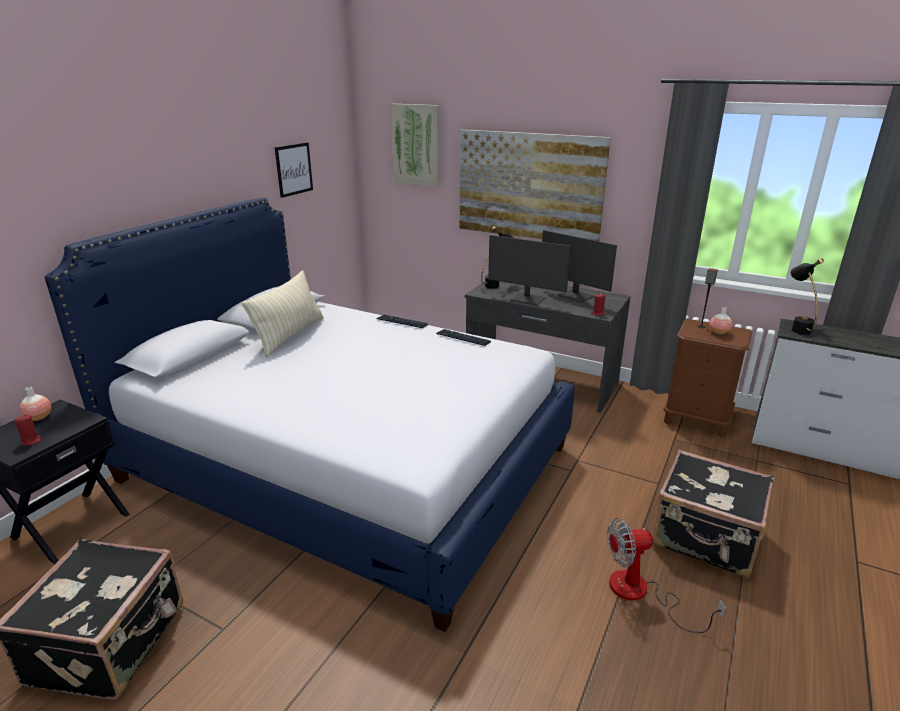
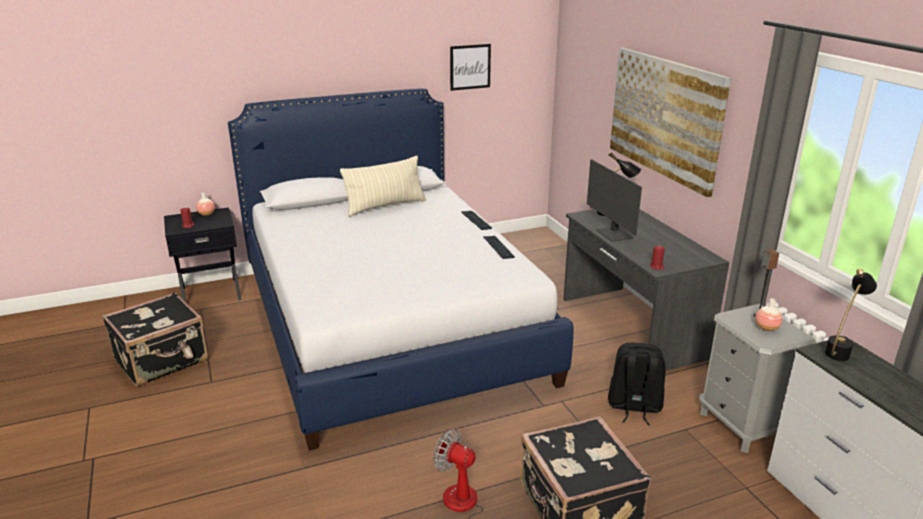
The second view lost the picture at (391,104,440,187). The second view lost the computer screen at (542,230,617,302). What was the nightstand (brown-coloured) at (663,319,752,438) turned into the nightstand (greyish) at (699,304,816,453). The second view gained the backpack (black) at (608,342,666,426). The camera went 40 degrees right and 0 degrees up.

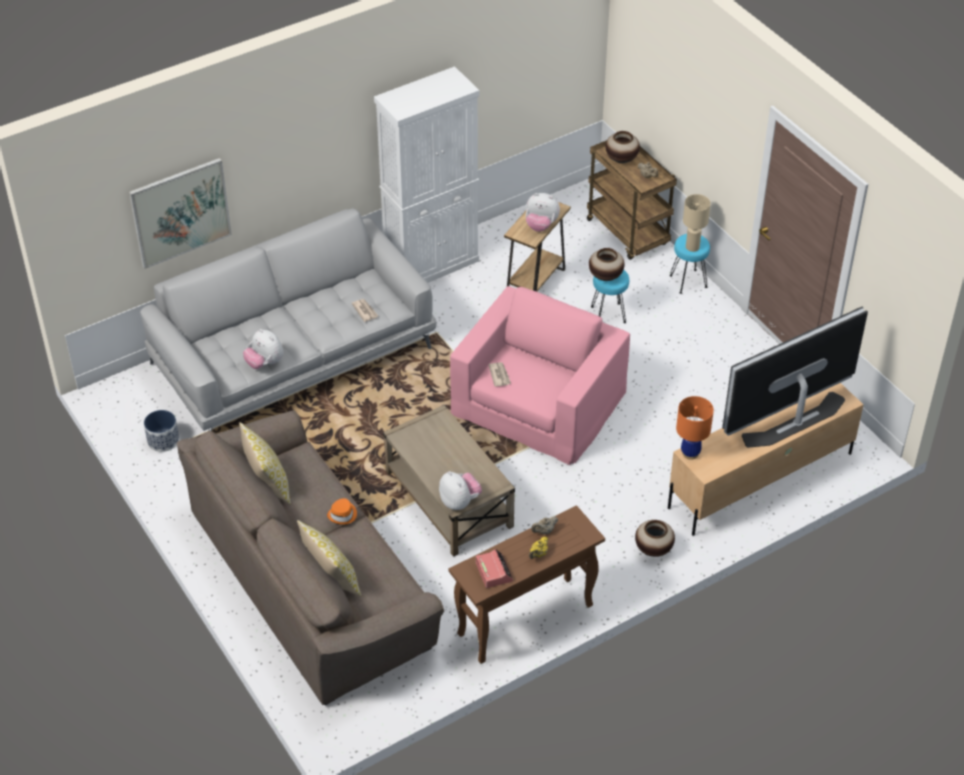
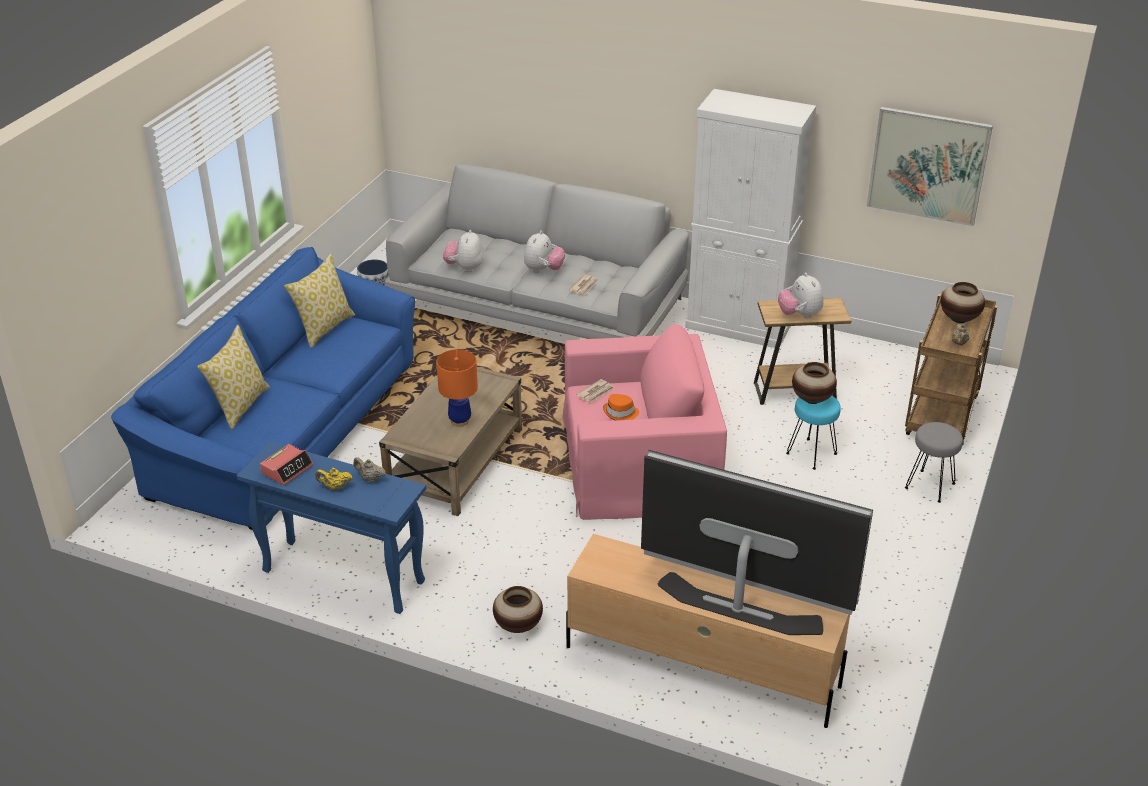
The picture ended up elsewhere, having gone from (129,158,232,269) to (867,107,993,226). What was the couch (brown-coloured) at (177,410,444,705) turned into the couch (bluish) at (111,247,415,530). The wearable hat (orange) ended up elsewhere, having gone from (327,498,357,525) to (603,394,639,421). The soft toy ended up elsewhere, having gone from (439,471,482,510) to (524,231,565,273). What was the narrow table (brown-coloured) at (449,505,605,664) turned into the narrow table (bluish) at (237,441,426,614). What was the sitting stool (turquoise-coloured) at (670,234,710,294) turned into the sitting stool (greyish) at (905,422,963,503). The lamp for a table (orange) ended up elsewhere, having gone from (676,396,714,460) to (436,349,478,427). The second view lost the lamp for a table (sand-coloured) at (683,194,711,252). The camera went 55 degrees right and 10 degrees down.

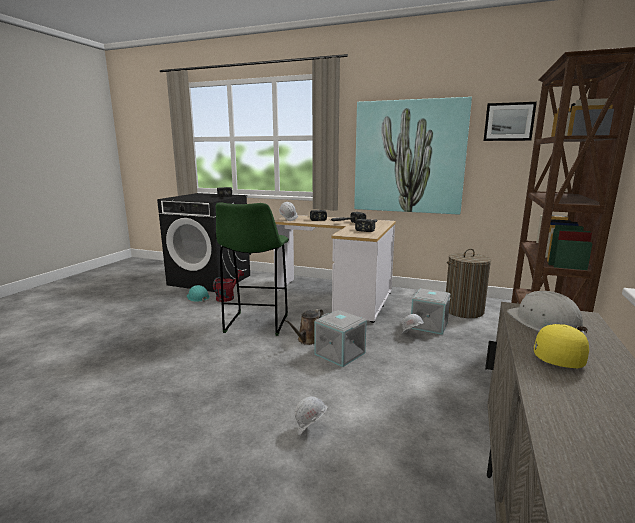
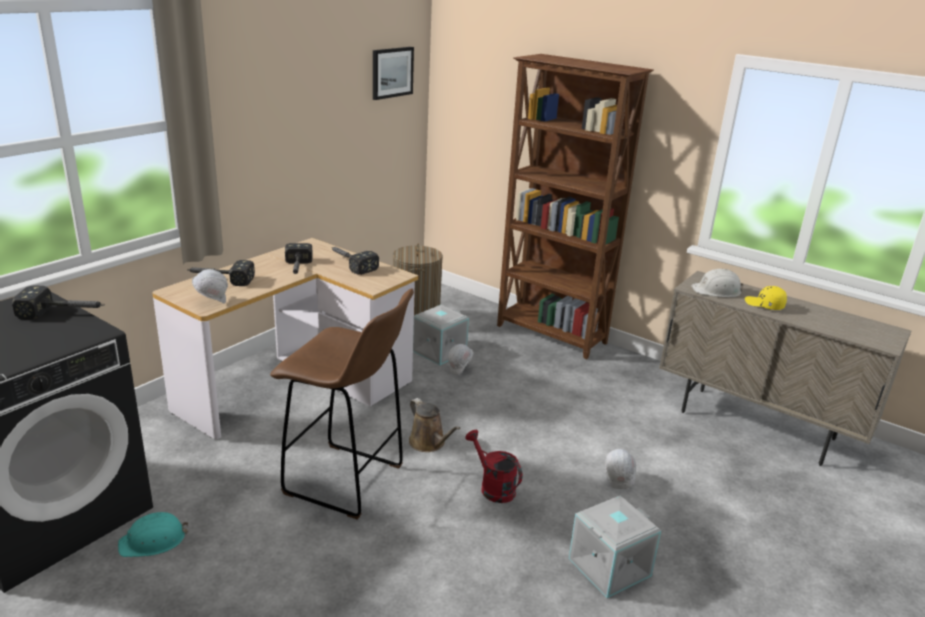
The watering can (red-coloured) ended up elsewhere, having gone from (213,270,244,302) to (465,430,523,503). What was the sitting stool (green) at (216,202,289,336) turned into the sitting stool (brown-coloured) at (270,289,414,520). The storage container (greyish) ended up elsewhere, having gone from (314,310,367,367) to (569,495,661,598). The second view lost the picture at (354,97,472,215). The camera went 75 degrees left and 10 degrees up.

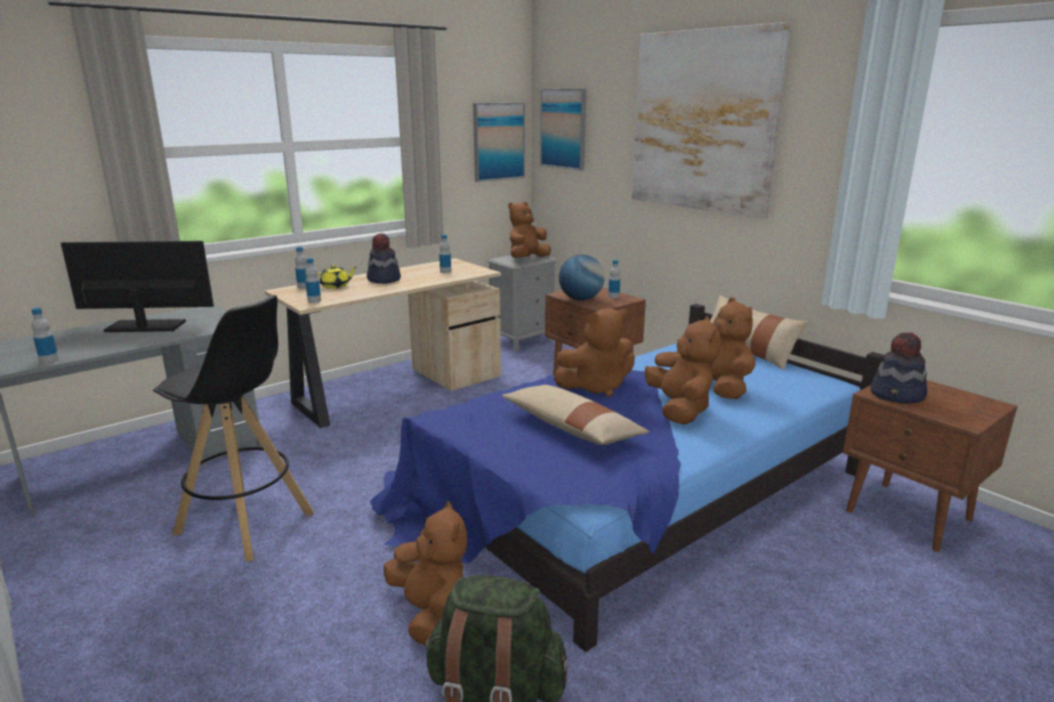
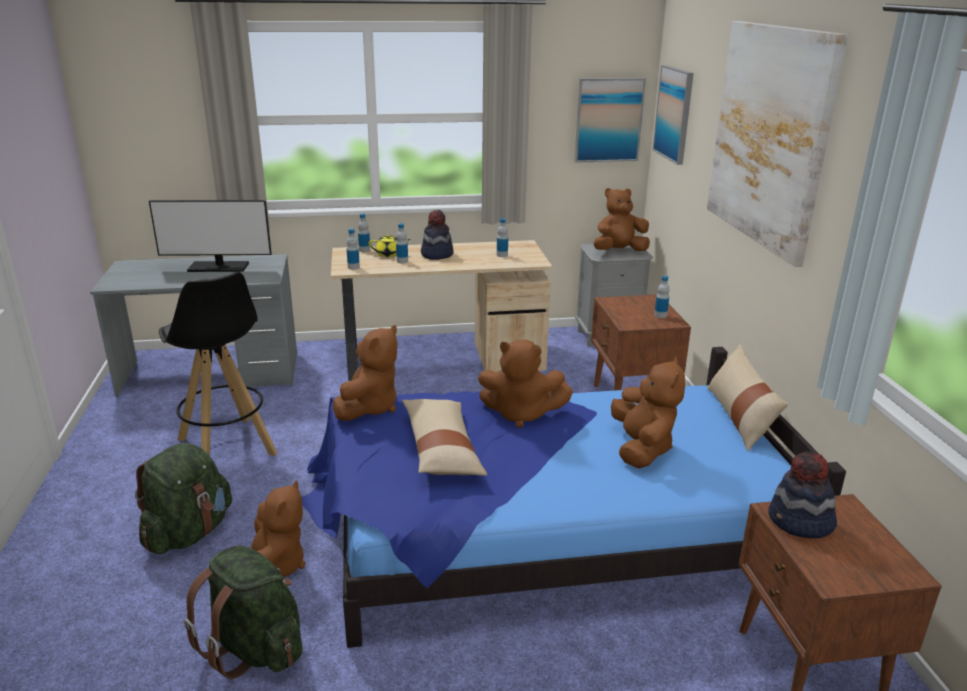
The bottle ended up elsewhere, having gone from (31,308,59,364) to (396,223,408,263). The computer screen at (61,241,214,332) ended up facing another way, 150 degrees clockwise from before. The second view lost the desk globe at (559,255,605,301). The soft toy (brown-coloured) ended up elsewhere, having gone from (644,316,721,425) to (333,325,397,420). The second view gained the backpack (green) at (135,443,232,554). The camera went 30 degrees right and 5 degrees up.

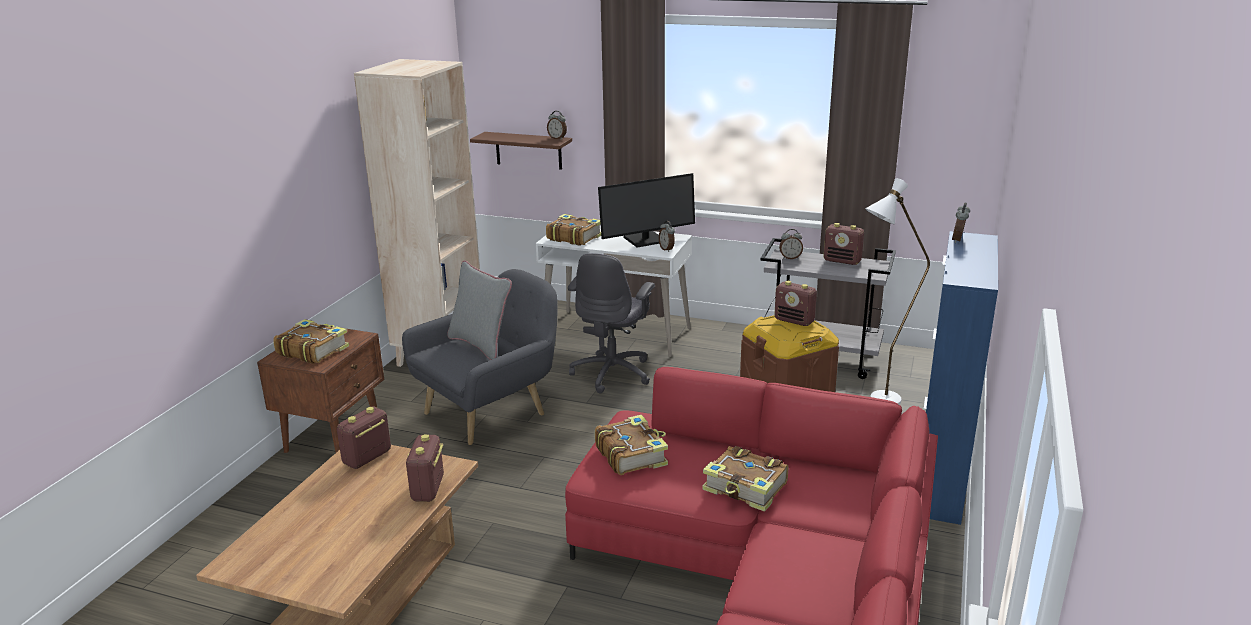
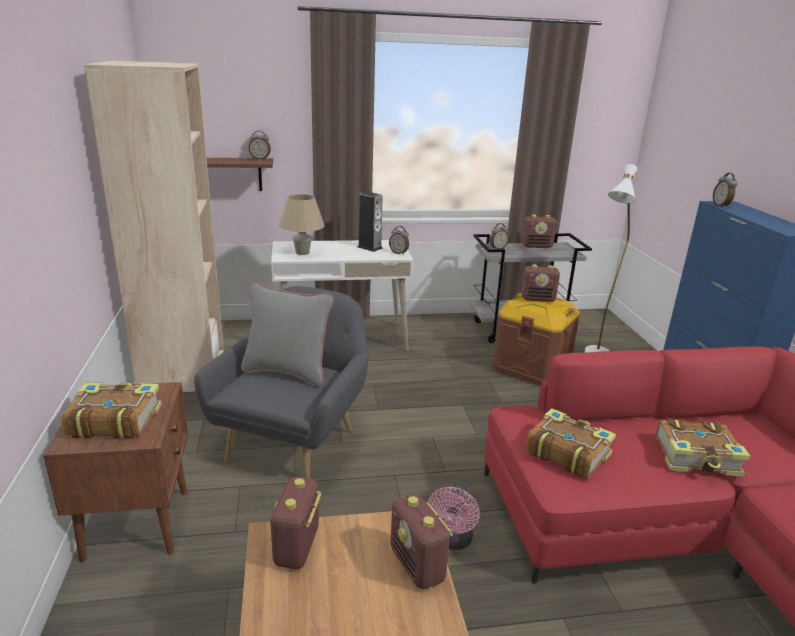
Where the bound book stood at (546,214,601,246), the lamp for a table (sand-coloured) came to stand at (279,194,325,255). The second view lost the computer chair (greyish) at (568,253,655,394). Where the computer screen stood at (598,173,695,248), the audio speaker came to stand at (358,191,383,252). The second view gained the electric fan (pink-coloured) at (428,482,480,550). The camera went 30 degrees left and 0 degrees up.

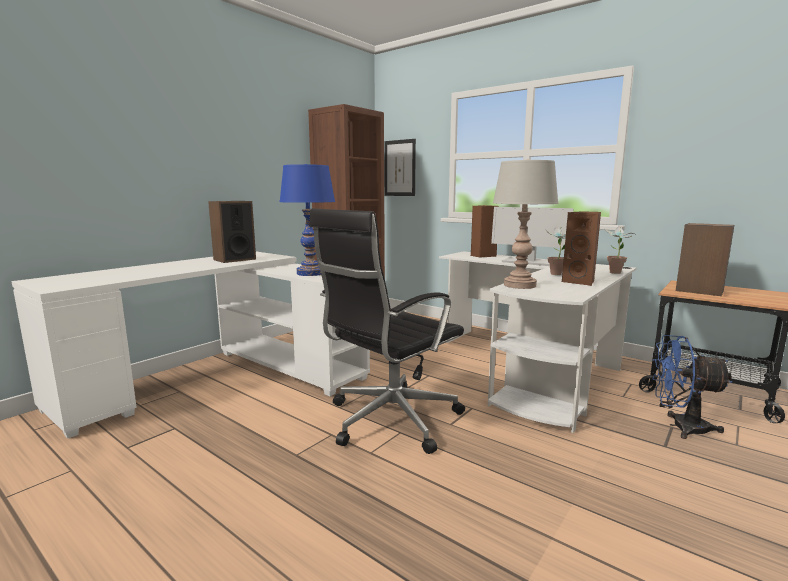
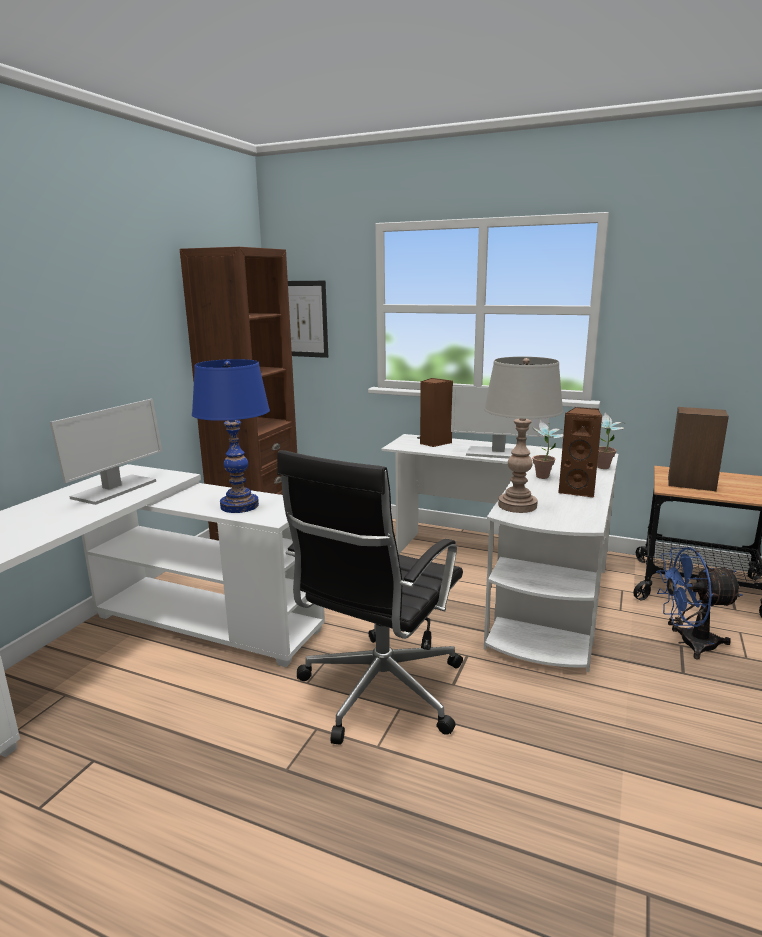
Where the audio speaker stood at (208,201,256,263), the computer screen came to stand at (50,399,163,505). The camera went 15 degrees left and 5 degrees up.

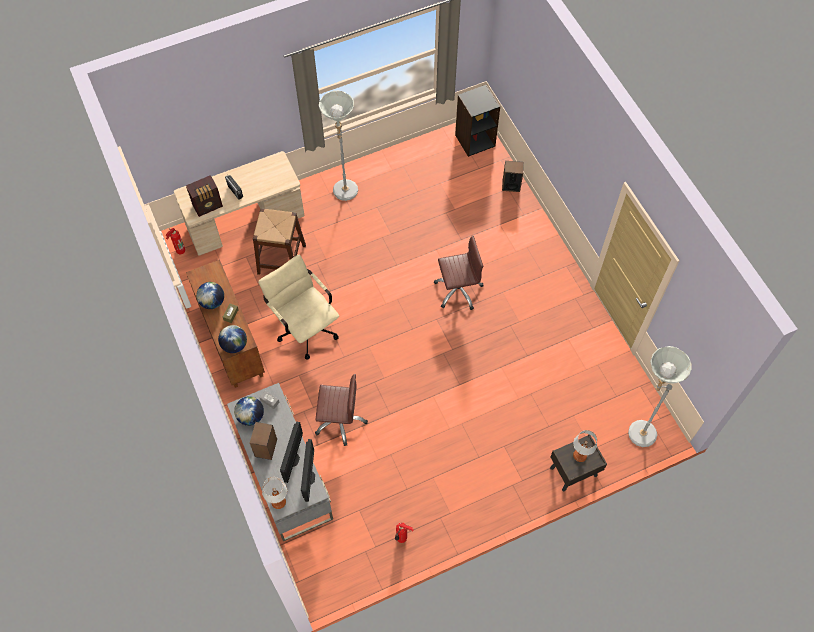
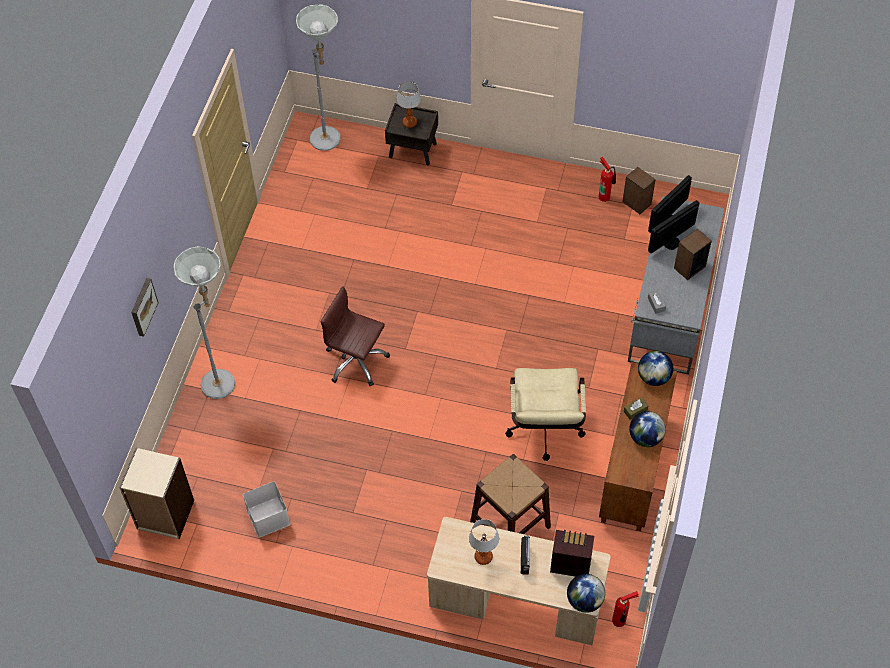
The desk globe ended up elsewhere, having gone from (234,396,264,426) to (567,574,605,613). The lamp for a table ended up elsewhere, having gone from (262,477,287,509) to (469,519,499,565). The second view lost the computer chair (brown-coloured) at (315,374,368,446). The floor lamp (greyish) ended up elsewhere, having gone from (319,91,358,201) to (174,246,235,399). What was the bookshelf (black) at (455,85,500,157) turned into the bookshelf (sand-coloured) at (119,448,194,539). The audio speaker ended up elsewhere, having gone from (502,161,524,192) to (622,167,656,214). The second view gained the picture at (131,278,159,337). The second view gained the storage container (white) at (243,481,290,538). The camera went 140 degrees left and 5 degrees down.

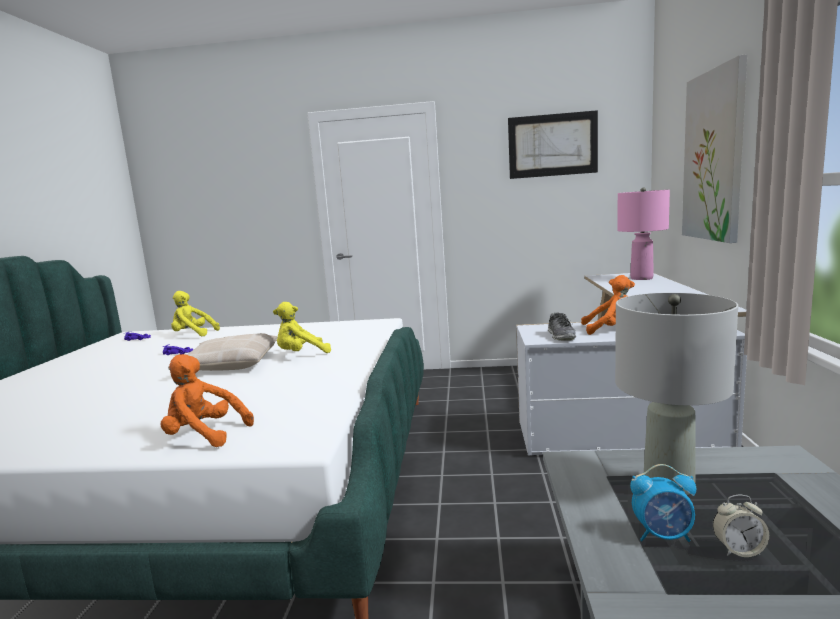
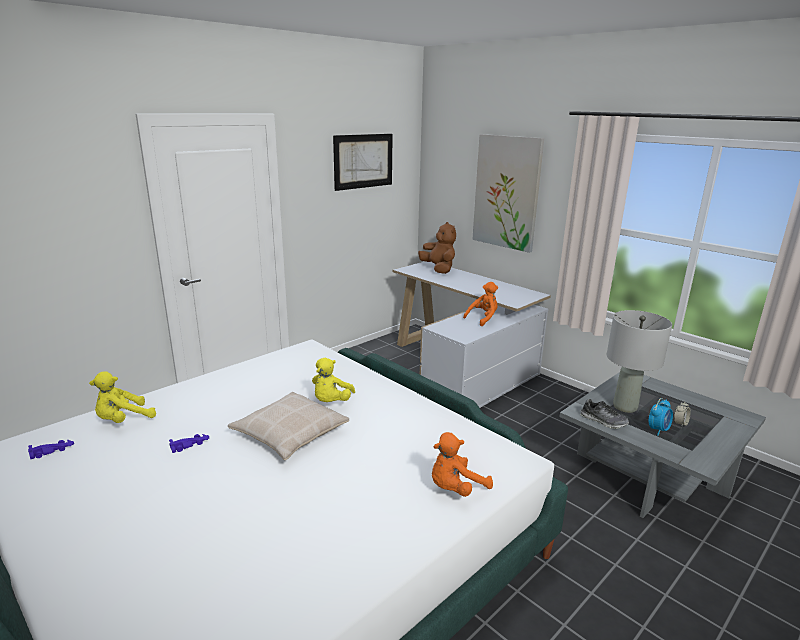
The shoe ended up elsewhere, having gone from (548,313,576,341) to (580,399,629,429). Where the lamp for a table (pink-coloured) stood at (617,188,670,280), the soft toy (brown-coloured) came to stand at (418,222,456,274). The camera went 50 degrees left and 10 degrees up.

